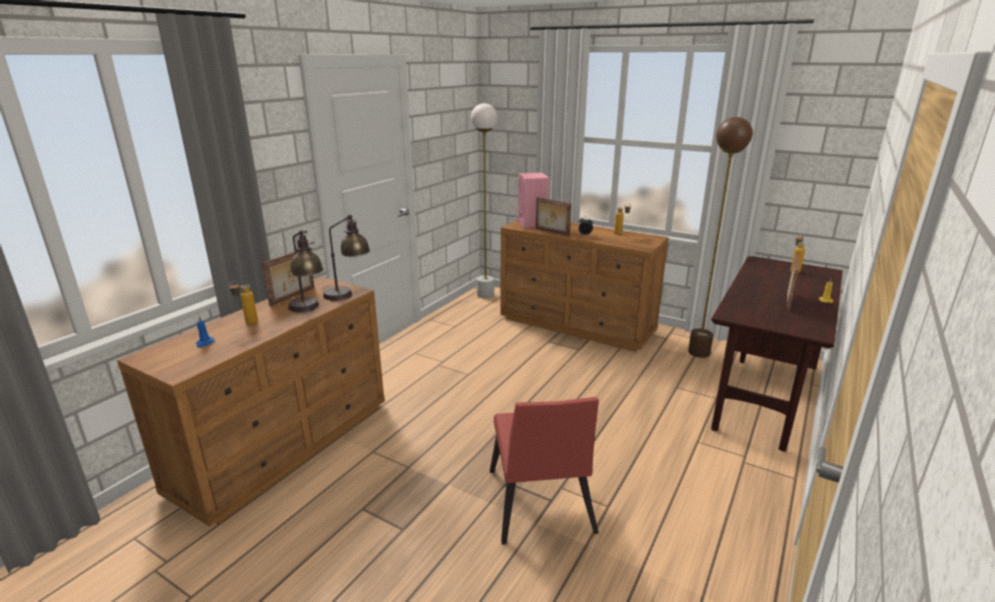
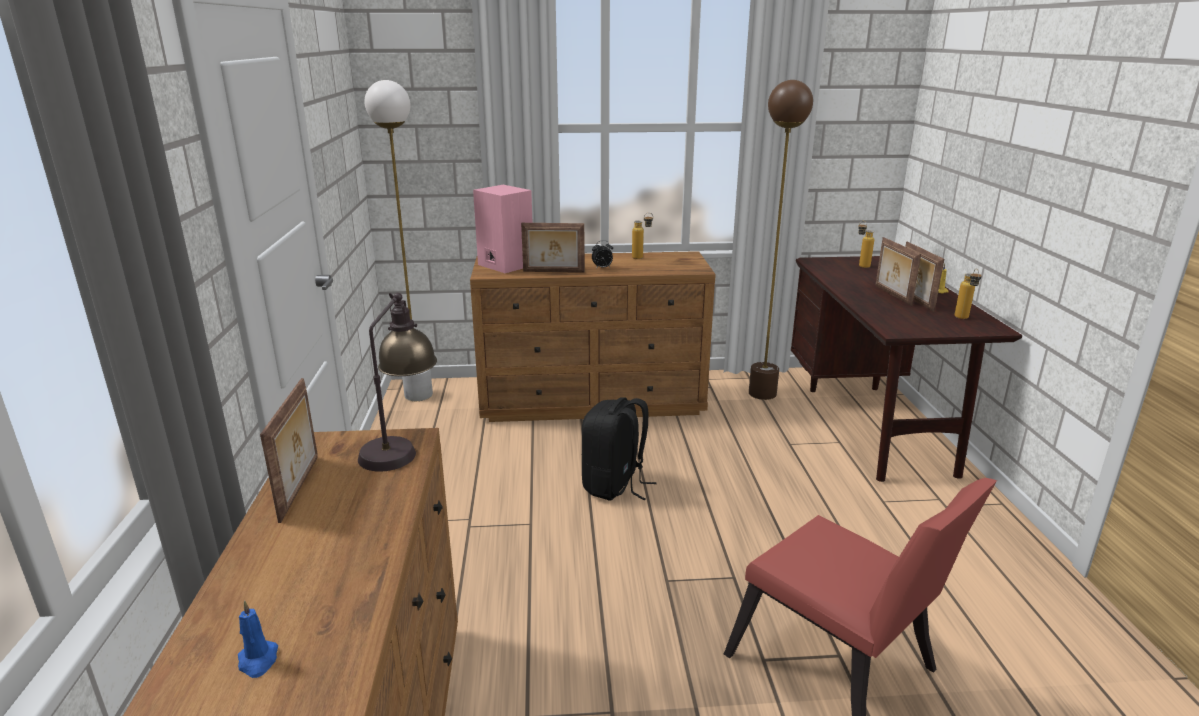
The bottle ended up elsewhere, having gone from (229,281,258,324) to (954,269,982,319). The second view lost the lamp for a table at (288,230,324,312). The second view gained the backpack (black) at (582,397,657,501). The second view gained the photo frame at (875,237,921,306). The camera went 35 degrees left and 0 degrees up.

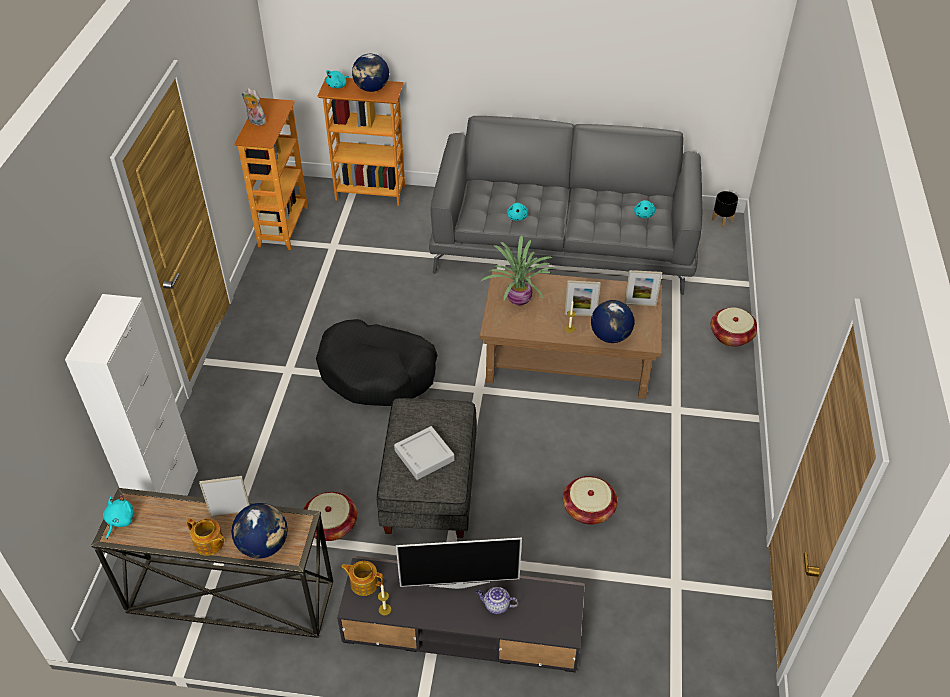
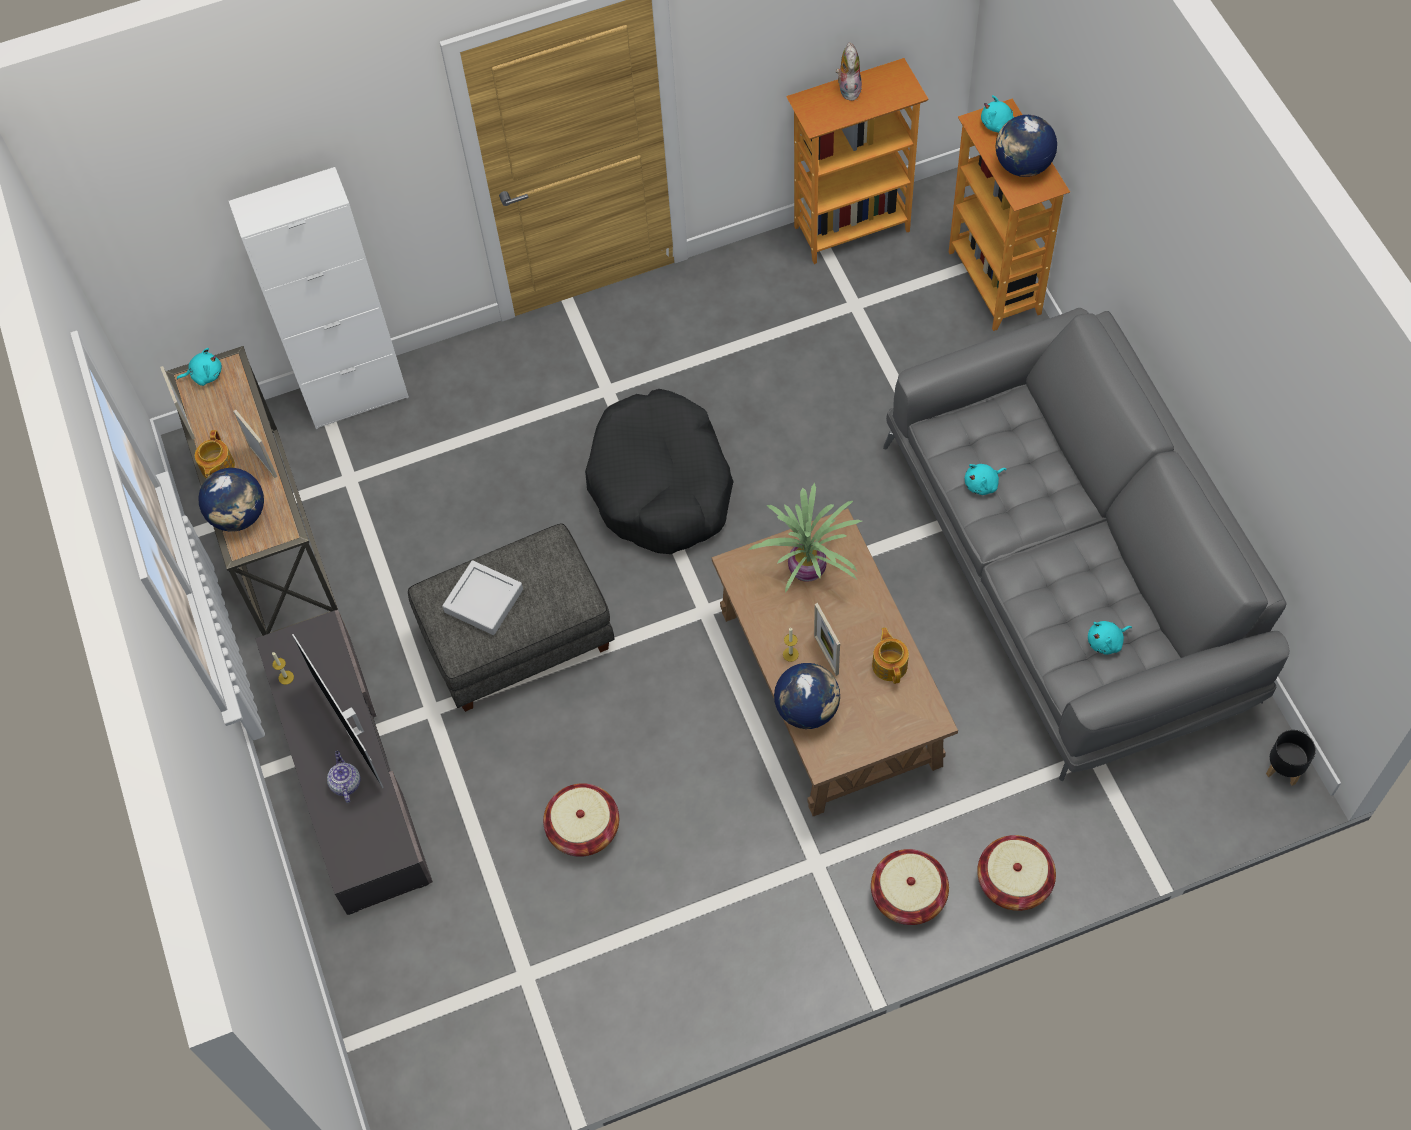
The basket ended up elsewhere, having gone from (304,492,357,541) to (871,849,949,925). The pot for tea ended up elsewhere, having gone from (341,561,384,596) to (872,627,909,684). The photo frame ended up elsewhere, having gone from (624,270,662,306) to (160,366,195,439). The camera went 65 degrees right and 15 degrees up.

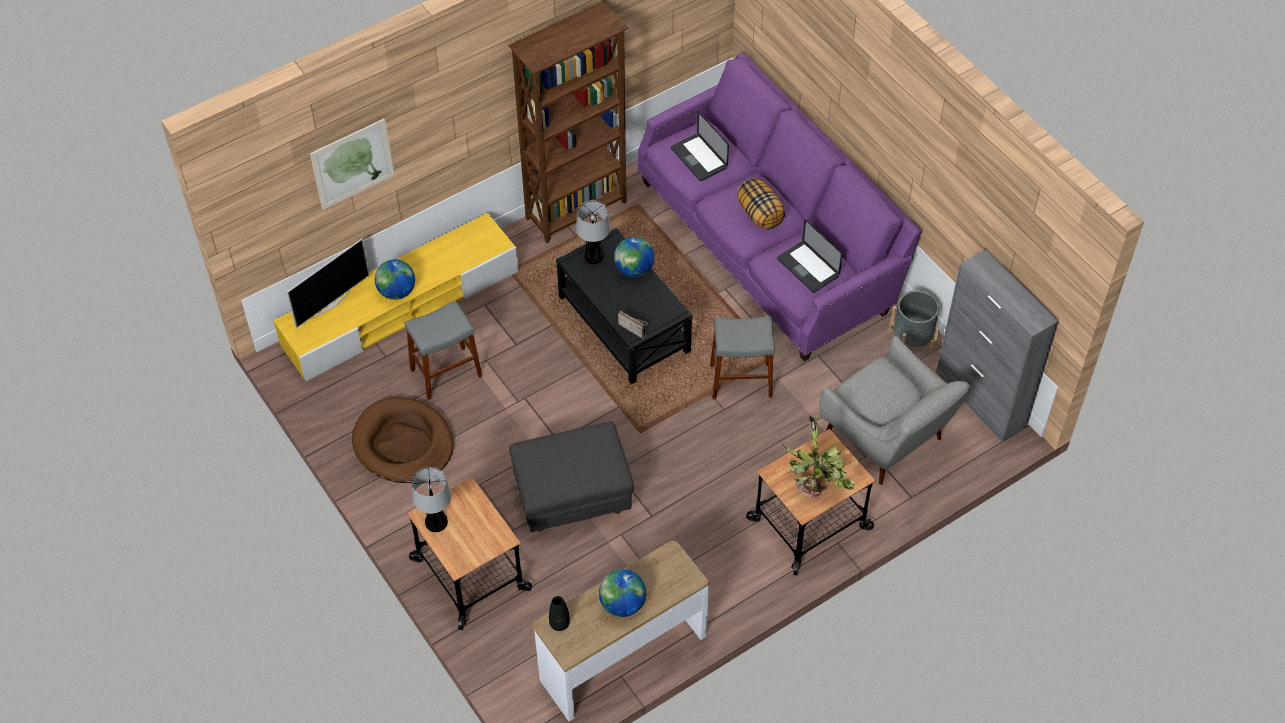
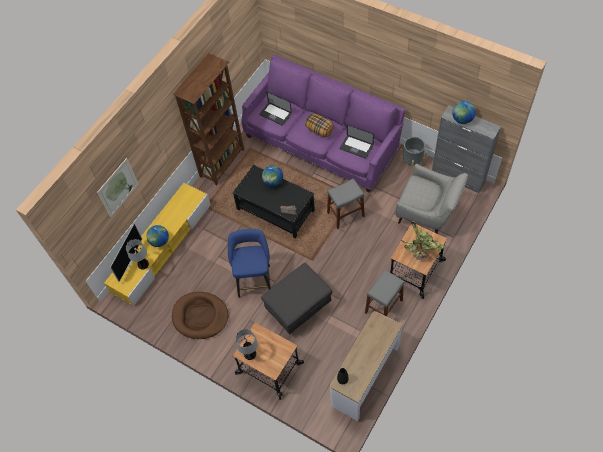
The sitting stool (greyish) ended up elsewhere, having gone from (405,300,482,400) to (365,270,404,317). The lamp for a table ended up elsewhere, having gone from (576,200,610,264) to (126,239,149,270). The desk globe ended up elsewhere, having gone from (599,569,646,617) to (452,101,476,124). The second view gained the sitting stool (bluish) at (228,229,271,298). The camera went 20 degrees left and 5 degrees up.

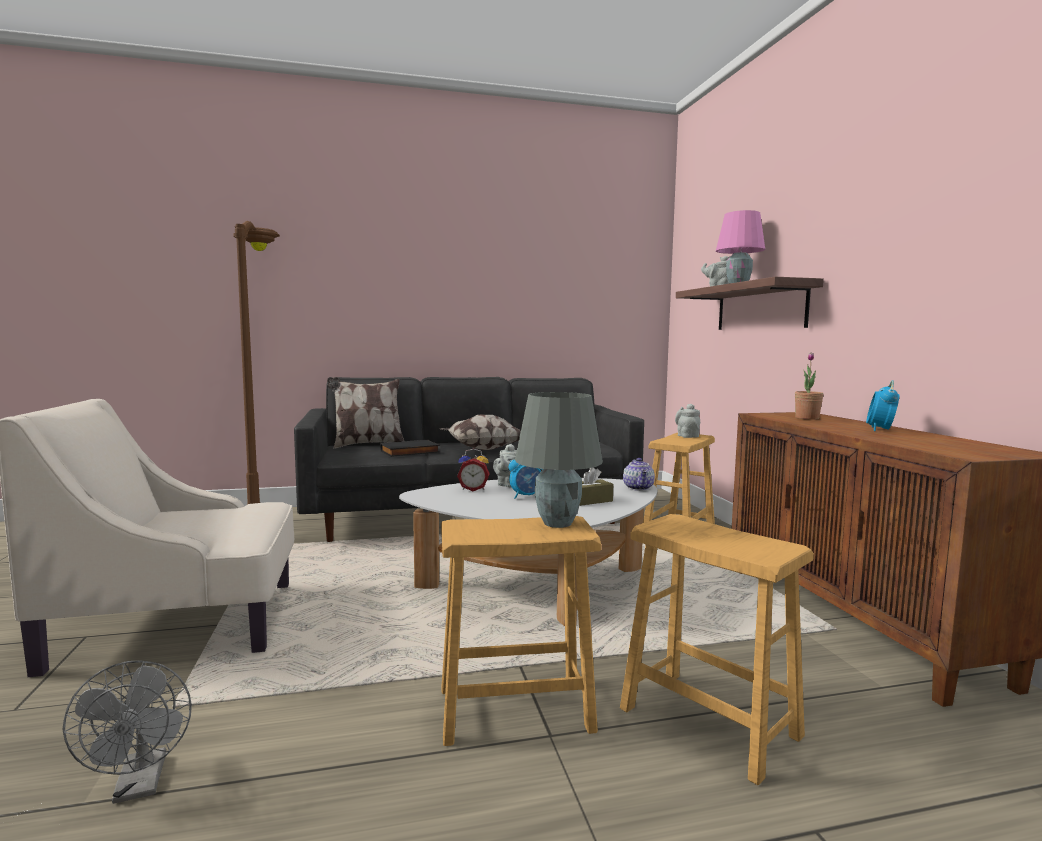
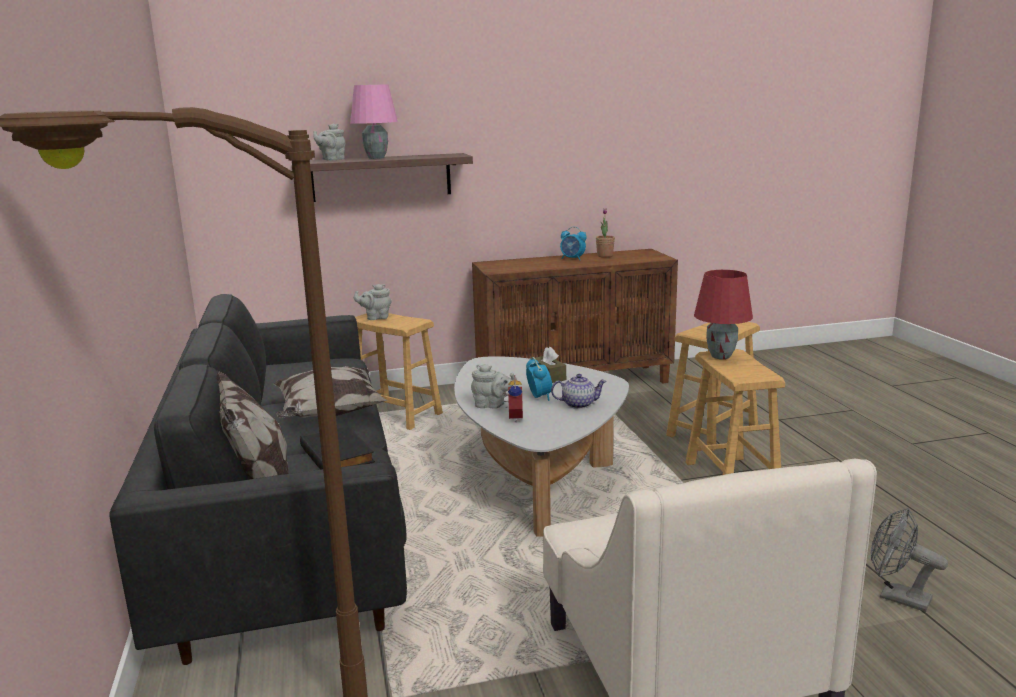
The electric fan (greyish) at (63,660,192,804) ended up facing another way, 120 degrees counterclockwise from before. What was the lamp for a table (greyish) at (515,392,603,528) turned into the lamp for a table (red-coloured) at (694,270,753,359). The pot for tea ended up elsewhere, having gone from (623,458,655,491) to (551,374,607,409). The houseplant ended up elsewhere, having gone from (795,353,823,420) to (596,209,615,257). The camera went 90 degrees left and 10 degrees up.

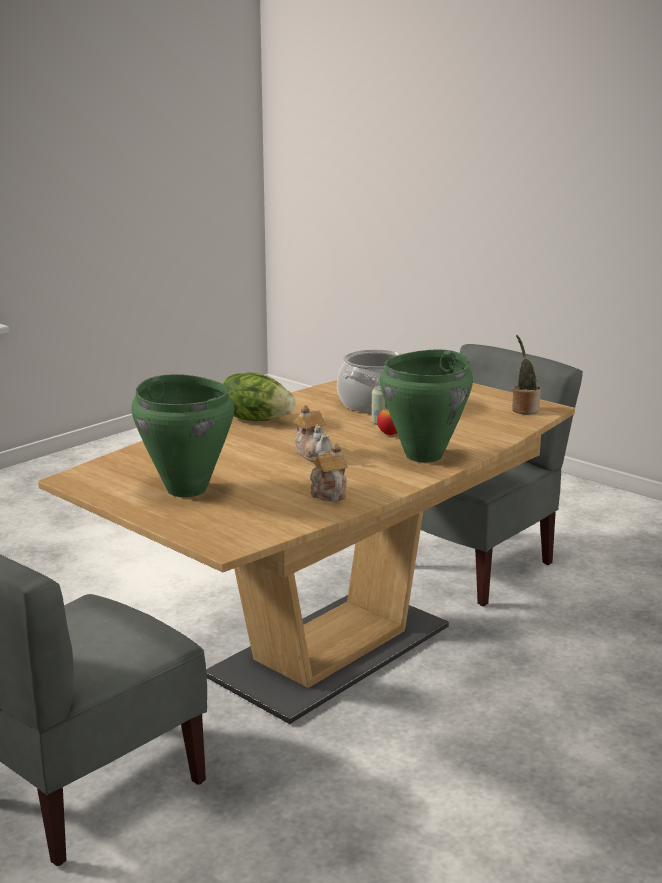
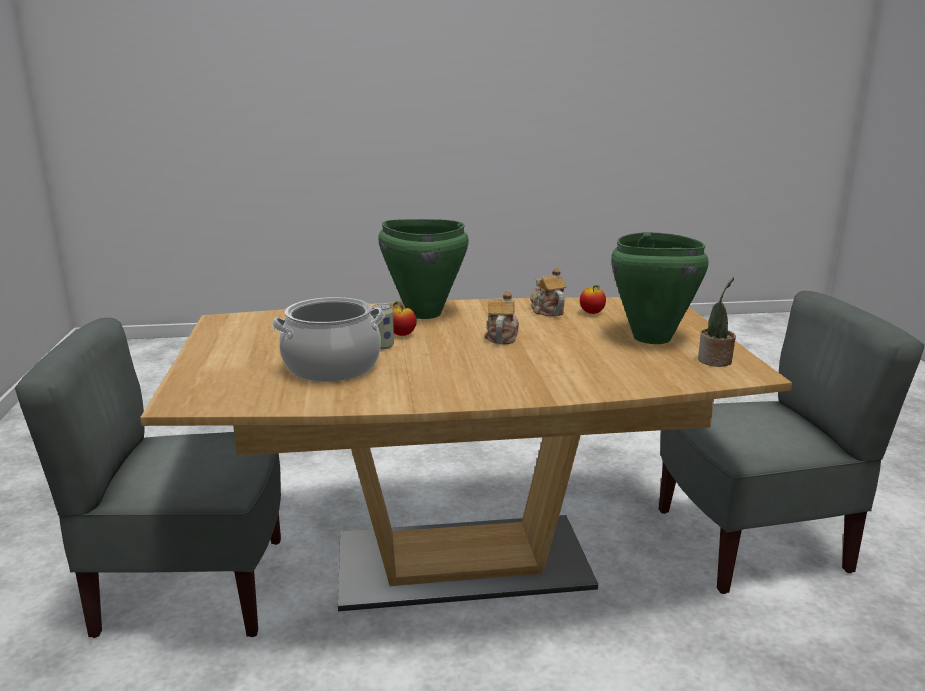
The second view lost the head of lettuce at (222,372,296,421). The pot for tea at (310,443,347,501) ended up facing another way, 135 degrees clockwise from before. The houseplant ended up elsewhere, having gone from (512,335,541,415) to (698,277,736,367). The second view gained the apple fruit at (580,285,606,314). The camera went 140 degrees left and 0 degrees up.

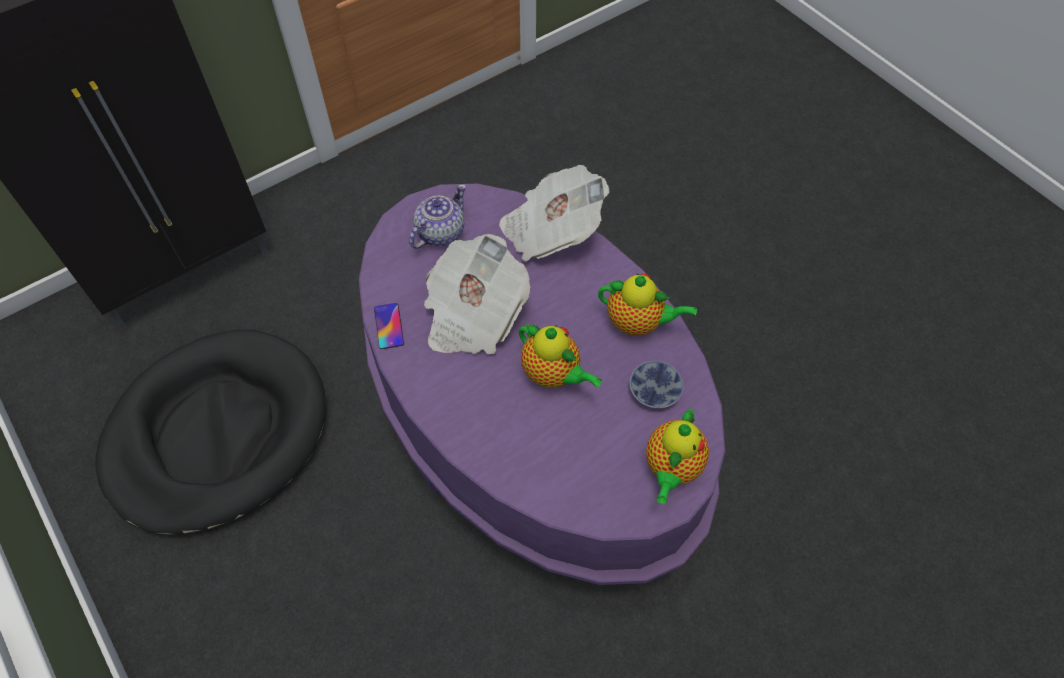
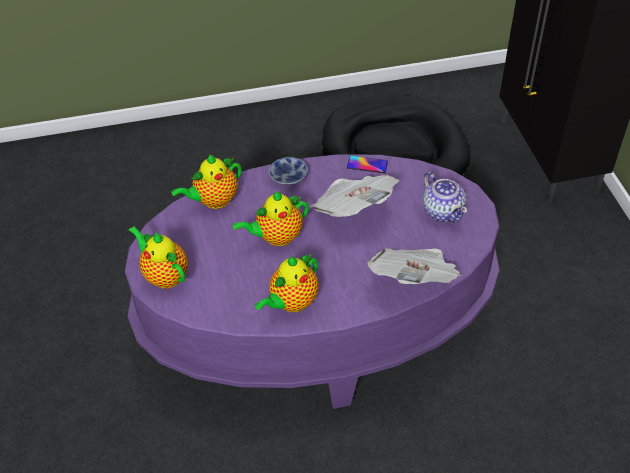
The serving bowl ended up elsewhere, having gone from (630,361,684,408) to (269,157,308,185). The second view gained the pot for tea at (172,155,242,209). The camera went 115 degrees right and 10 degrees down.

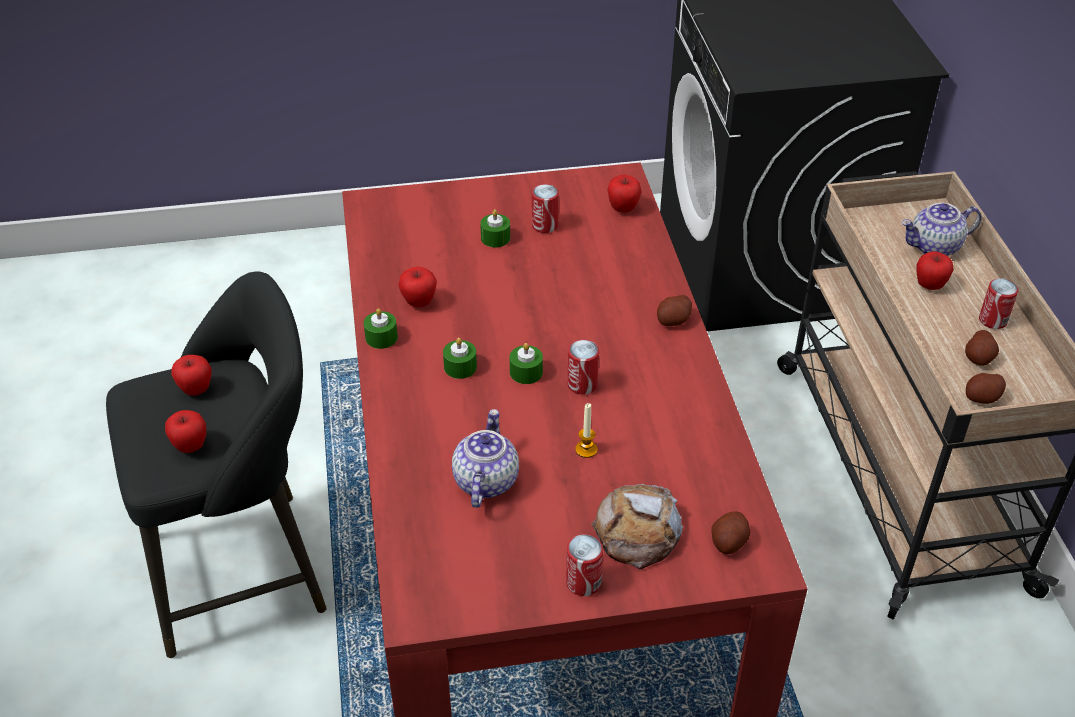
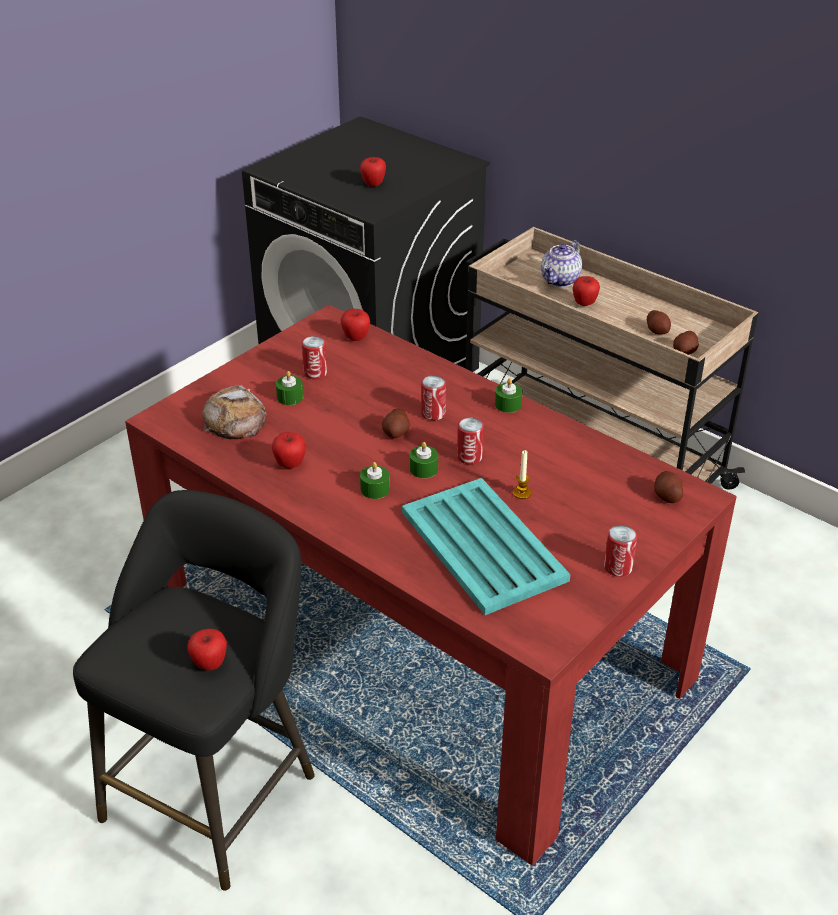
The apple fruit ended up elsewhere, having gone from (171,355,211,395) to (360,157,386,187). The wax candle (green) ended up elsewhere, having gone from (364,308,398,349) to (495,378,522,413). Where the pot for tea stood at (452,409,519,508), the serving tray (turquoise-coloured) came to stand at (402,478,570,615). The bread ended up elsewhere, having gone from (591,484,684,569) to (202,385,267,439). The spud ended up elsewhere, having gone from (657,295,692,326) to (382,408,410,438). The metal can ended up elsewhere, having gone from (979,278,1018,329) to (421,376,446,421). The camera went 40 degrees left and 5 degrees down.

